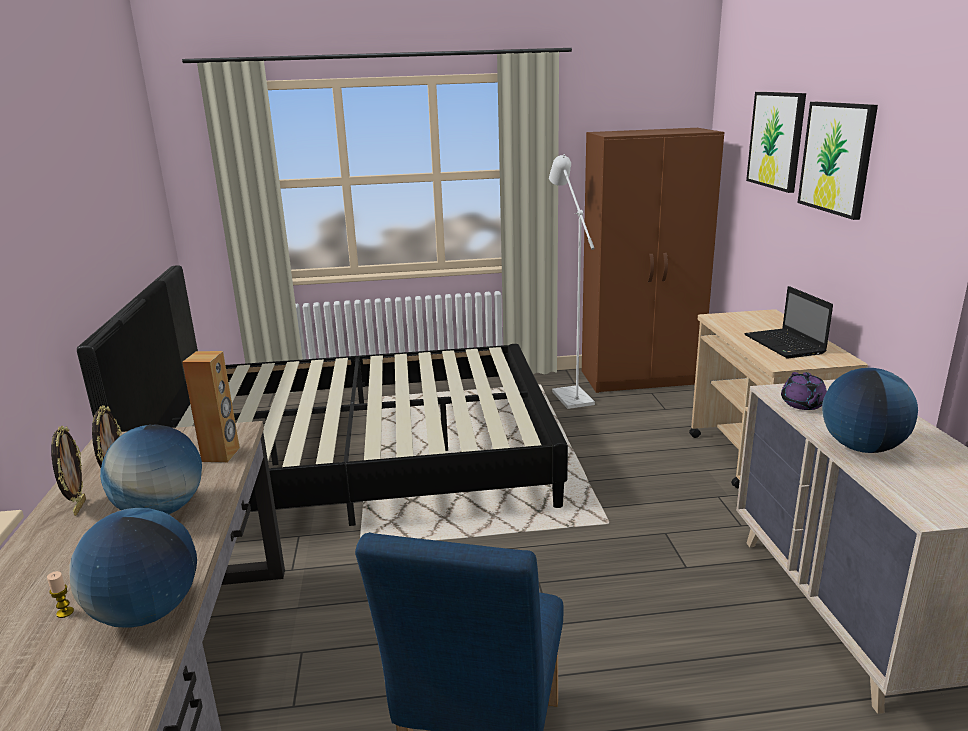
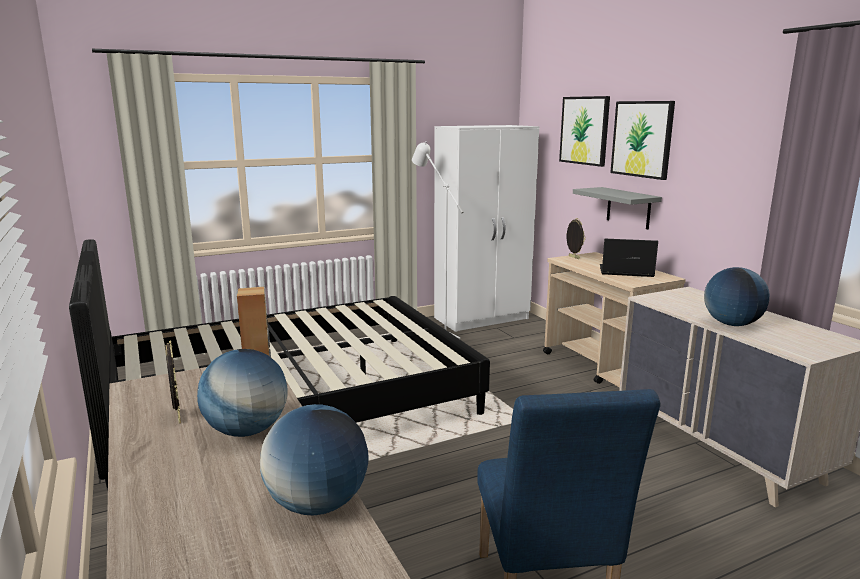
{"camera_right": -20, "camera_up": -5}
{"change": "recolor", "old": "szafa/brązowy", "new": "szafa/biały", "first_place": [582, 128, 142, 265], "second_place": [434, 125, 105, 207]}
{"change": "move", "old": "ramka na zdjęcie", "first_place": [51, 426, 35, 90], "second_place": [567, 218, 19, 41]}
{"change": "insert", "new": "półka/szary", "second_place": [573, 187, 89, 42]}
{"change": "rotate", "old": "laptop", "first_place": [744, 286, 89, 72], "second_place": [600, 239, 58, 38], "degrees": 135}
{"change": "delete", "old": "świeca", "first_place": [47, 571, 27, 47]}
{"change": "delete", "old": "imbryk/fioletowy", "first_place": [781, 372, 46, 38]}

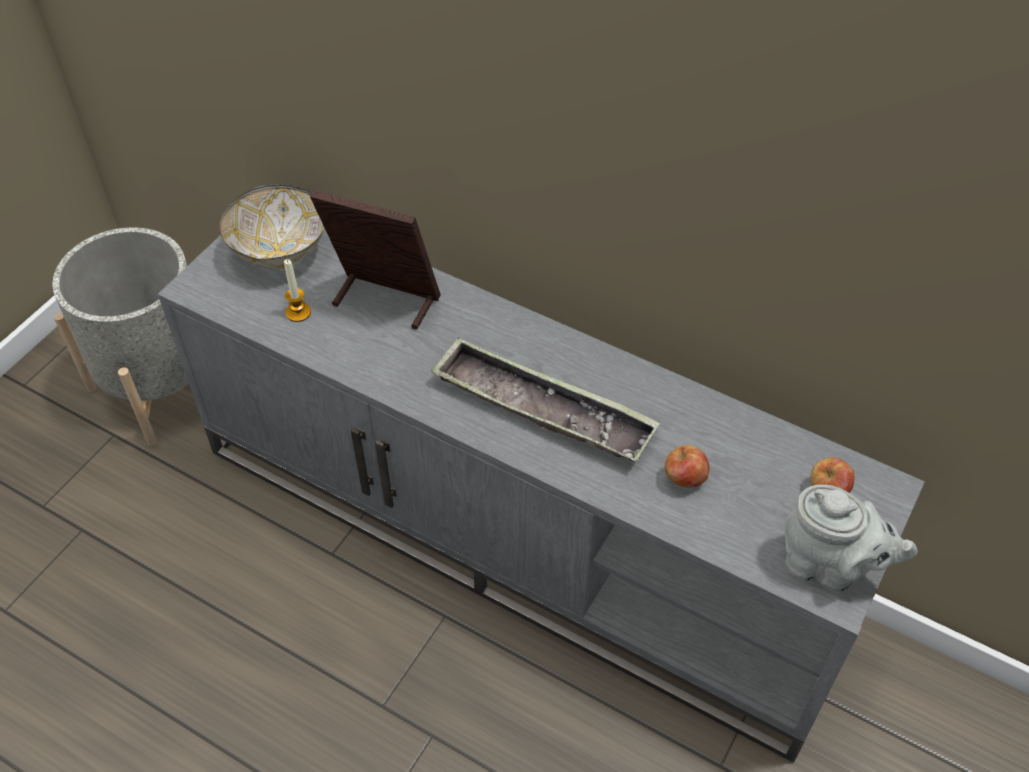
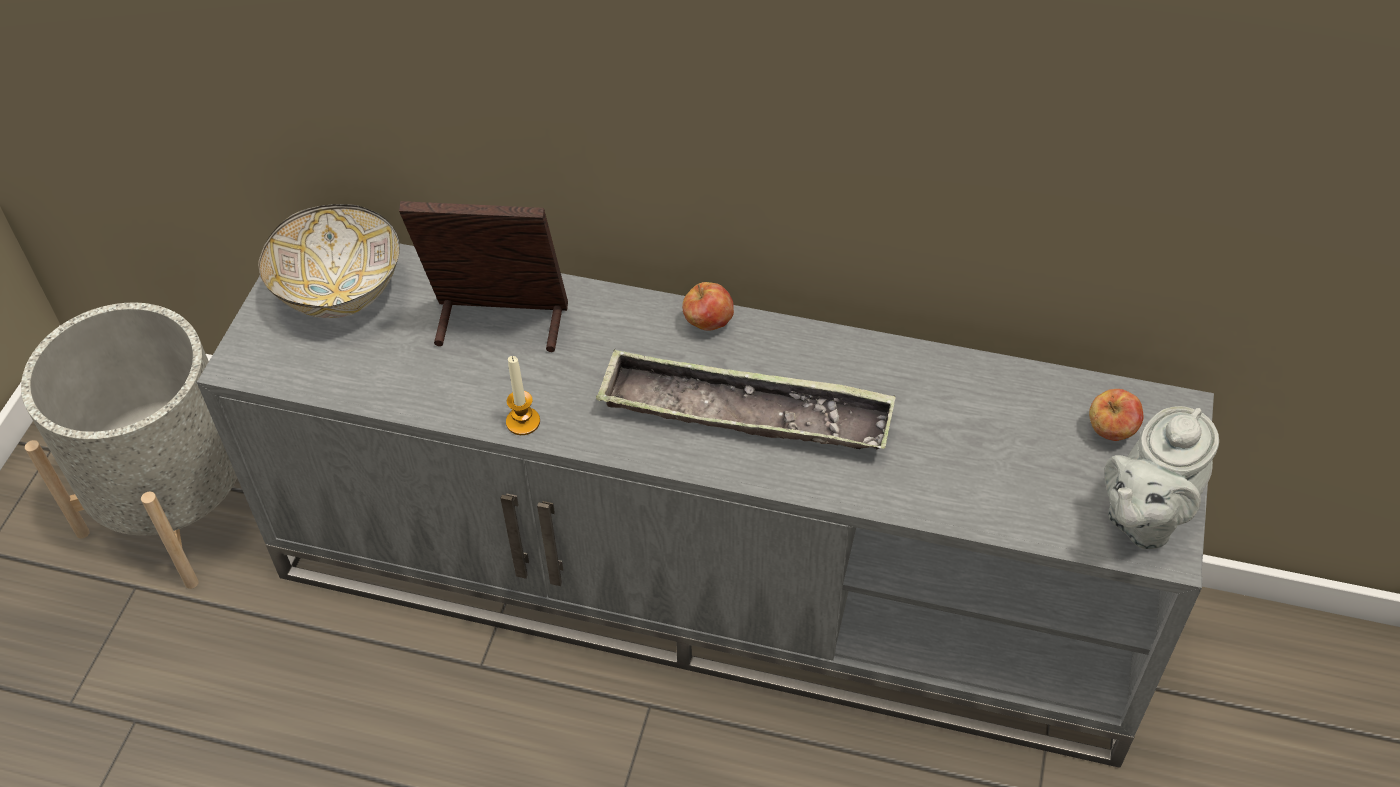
{"camera_right": -15, "camera_up": 0}
{"change": "move", "old": "świeca", "first_place": [284, 259, 27, 63], "second_place": [506, 356, 34, 79]}
{"change": "move", "old": "jabłko", "first_place": [665, 445, 45, 42], "second_place": [682, 282, 52, 49]}
{"change": "rotate", "old": "imbryk/szary", "first_place": [785, 485, 132, 106], "second_place": [1104, 406, 115, 143], "degrees": 120}

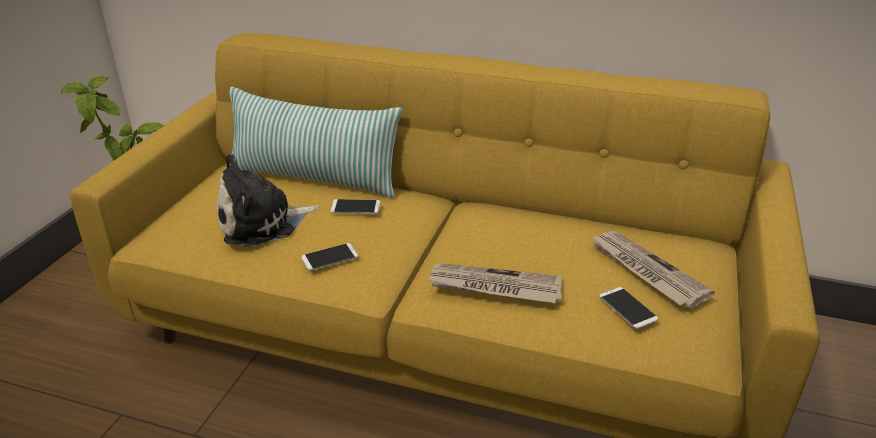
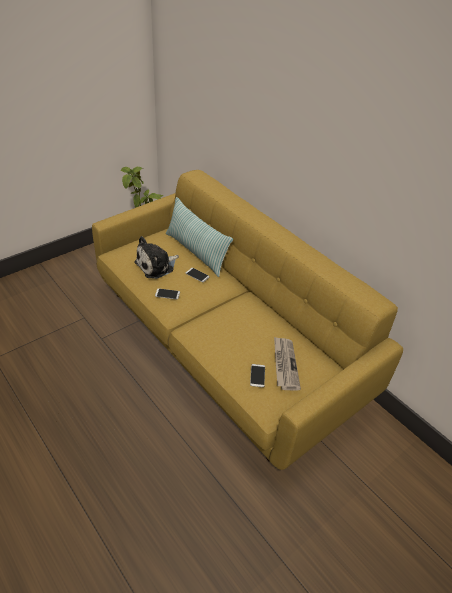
{"camera_right": 30, "camera_up": 10}
{"change": "rotate", "old": "pluszak", "first_place": [217, 154, 102, 93], "second_place": [134, 236, 45, 43], "degrees": -45}
{"change": "delete", "old": "gazeta", "first_place": [428, 263, 134, 40]}

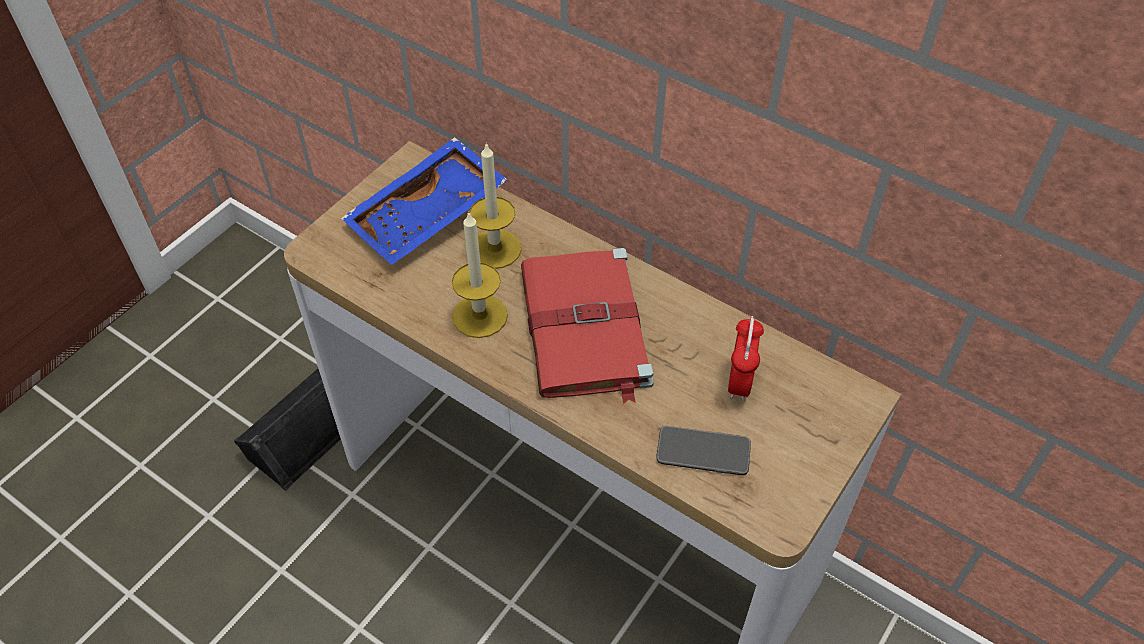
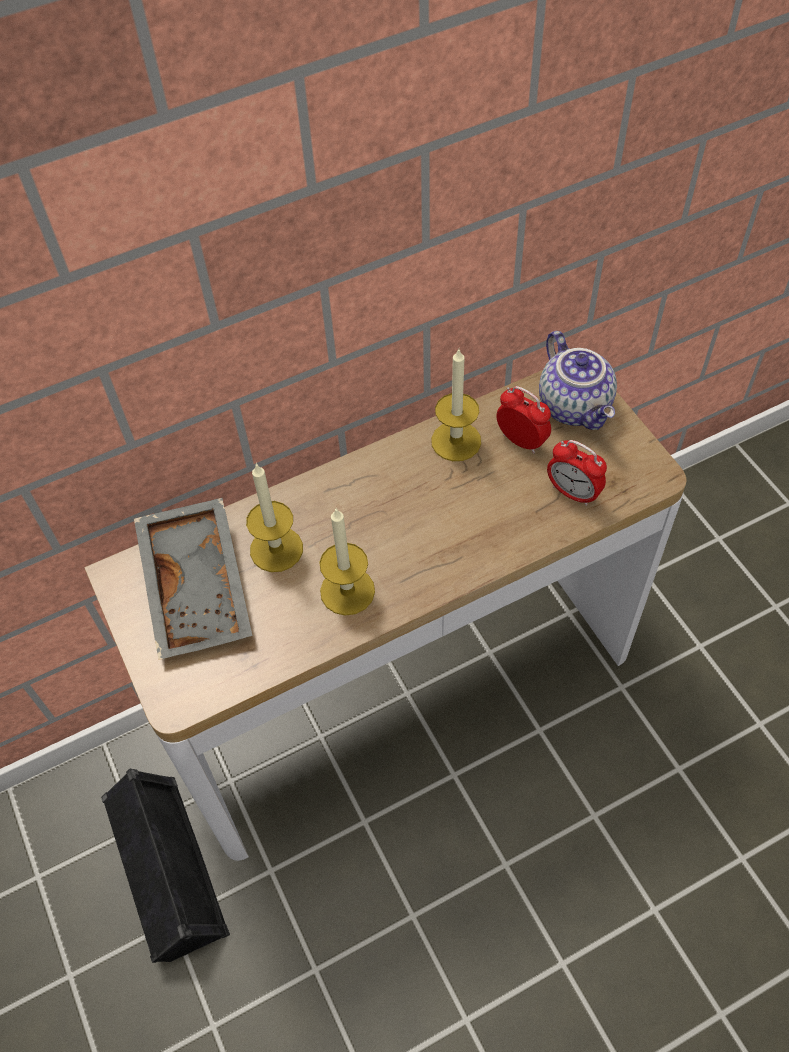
{"camera_right": -60, "camera_up": 5}
{"change": "recolor", "old": "taca/niebieski", "new": "taca/szary", "first_place": [341, 137, 167, 128], "second_place": [134, 498, 118, 162]}
{"change": "insert", "new": "świeca", "second_place": [431, 349, 50, 112]}
{"change": "insert", "new": "imbryk", "second_place": [539, 331, 78, 99]}
{"change": "replace", "old": "telefon", "new": "budzik", "first_place": [656, 426, 95, 49], "second_place": [547, 440, 60, 66]}
{"change": "delete", "old": "książka/czerwony", "first_place": [521, 248, 133, 157]}

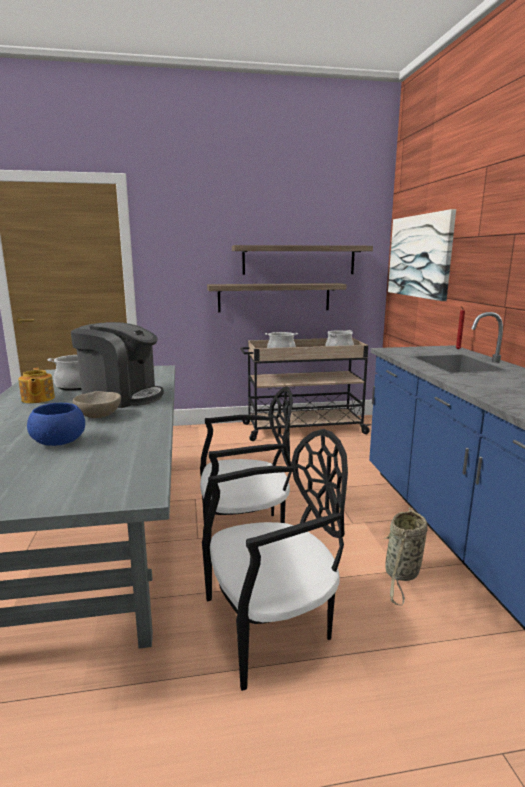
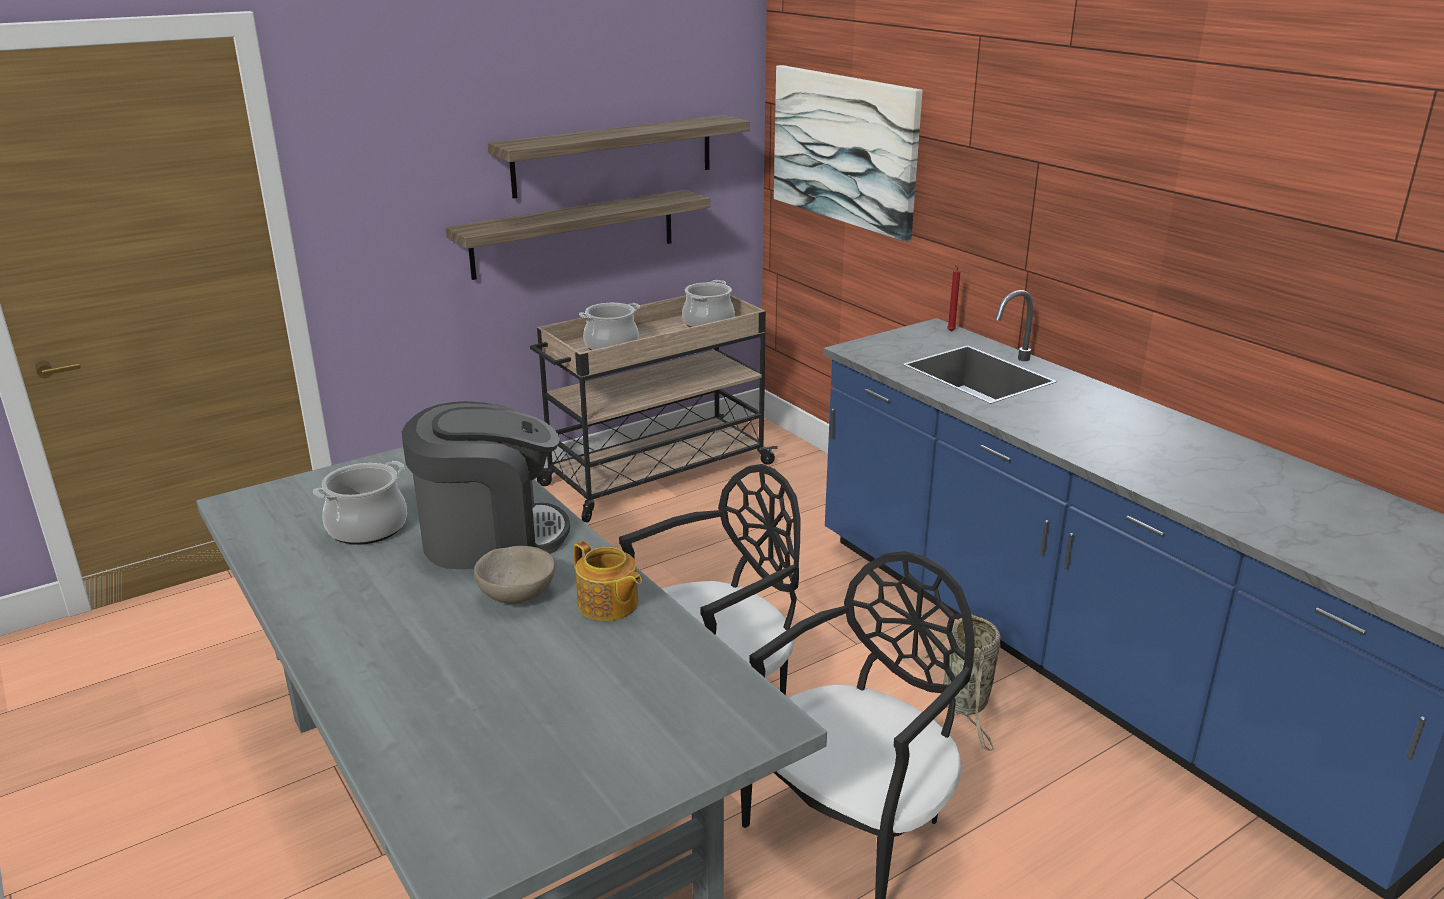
{"camera_right": -25, "camera_up": 10}
{"change": "move", "old": "imbryk", "first_place": [18, 368, 37, 35], "second_place": [573, 541, 69, 80]}
{"change": "delete", "old": "miska/niebieski", "first_place": [27, 403, 58, 43]}

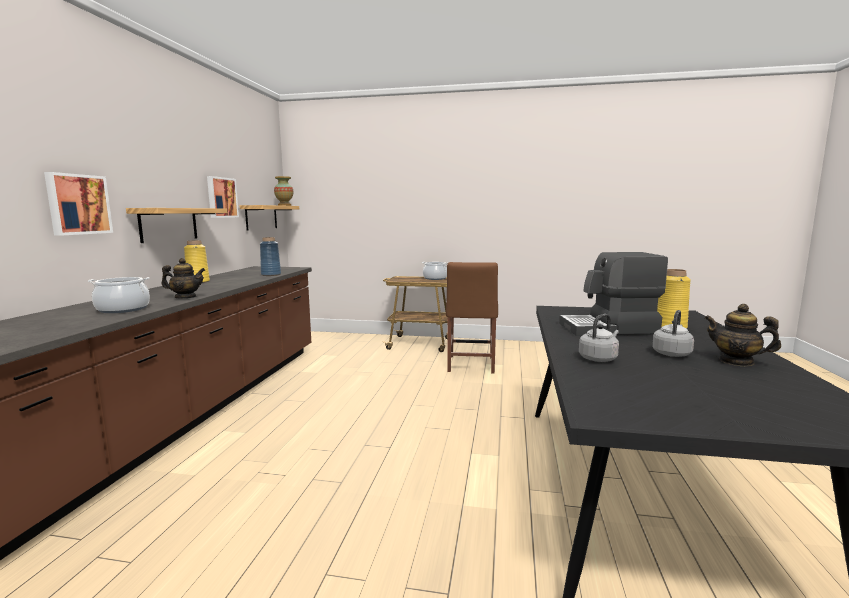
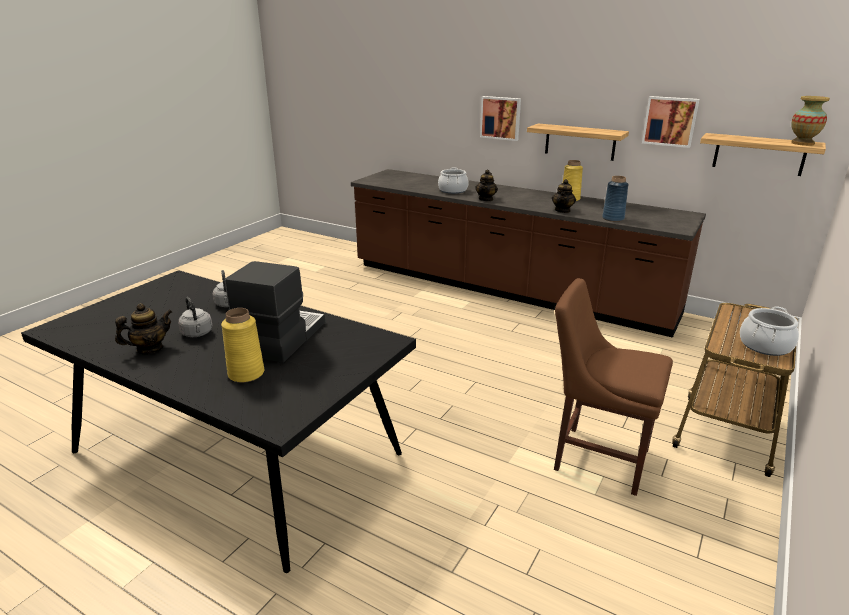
{"camera_right": 110, "camera_up": 15}
{"change": "insert", "new": "imbryk", "second_place": [552, 179, 24, 34]}

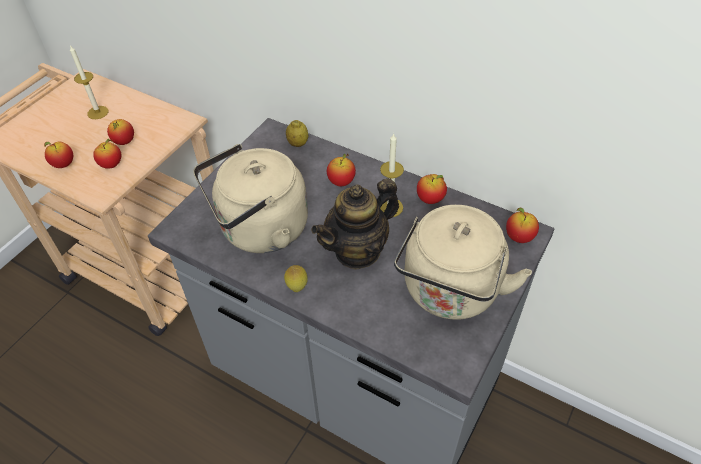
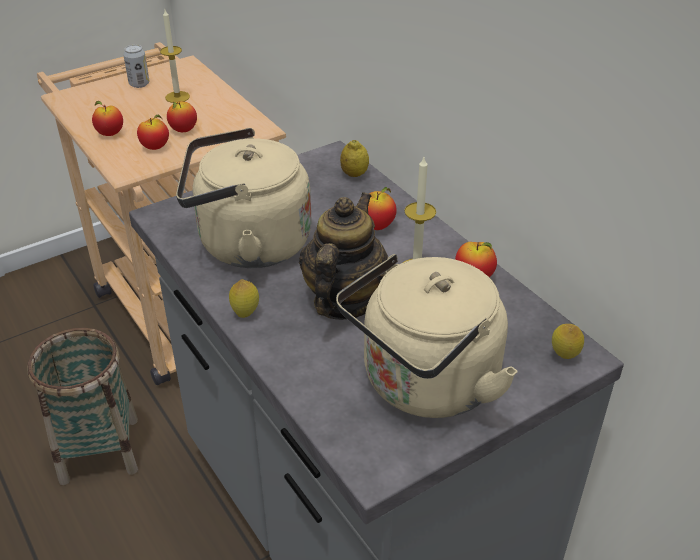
{"camera_right": 25, "camera_up": -10}
{"change": "insert", "new": "koszyk", "second_place": [27, 328, 111, 157]}
{"change": "insert", "new": "puszka", "second_place": [123, 45, 27, 43]}
{"change": "rotate", "old": "imbryk", "first_place": [311, 178, 88, 92], "second_place": [299, 192, 90, 128], "degrees": 120}
{"change": "replace", "old": "jabłko", "new": "cytryna", "first_place": [506, 208, 33, 35], "second_place": [552, 324, 32, 35]}

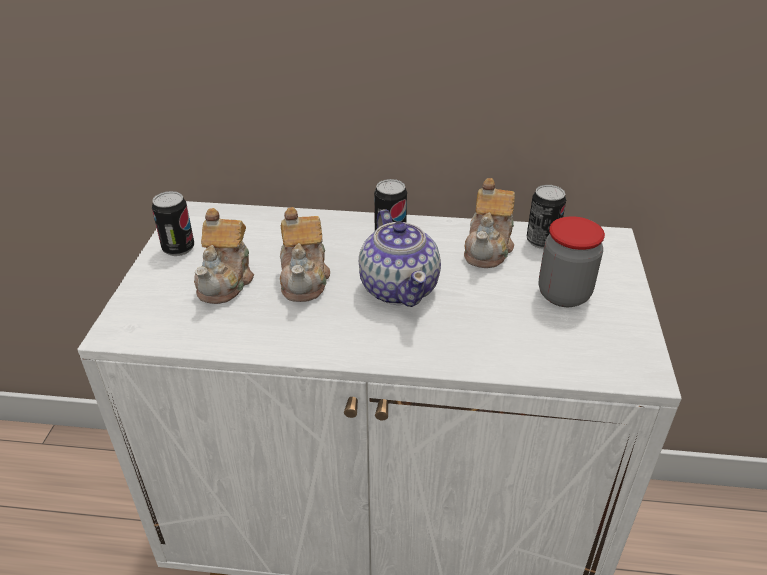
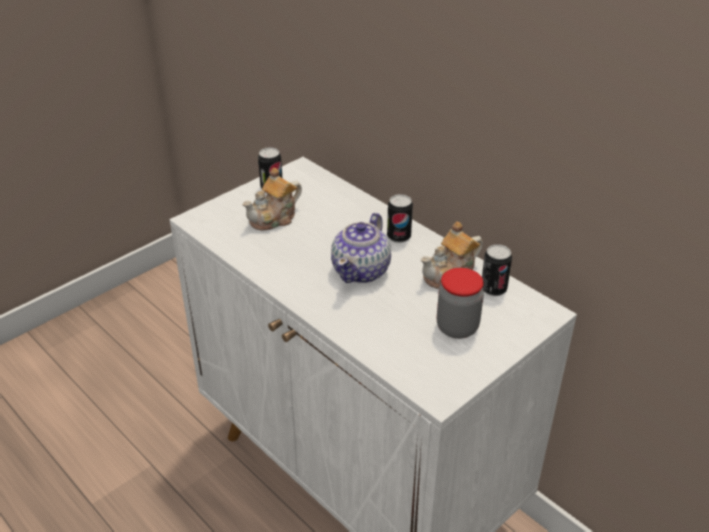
{"camera_right": 40, "camera_up": 0}
{"change": "delete", "old": "imbryk", "first_place": [280, 207, 50, 95]}

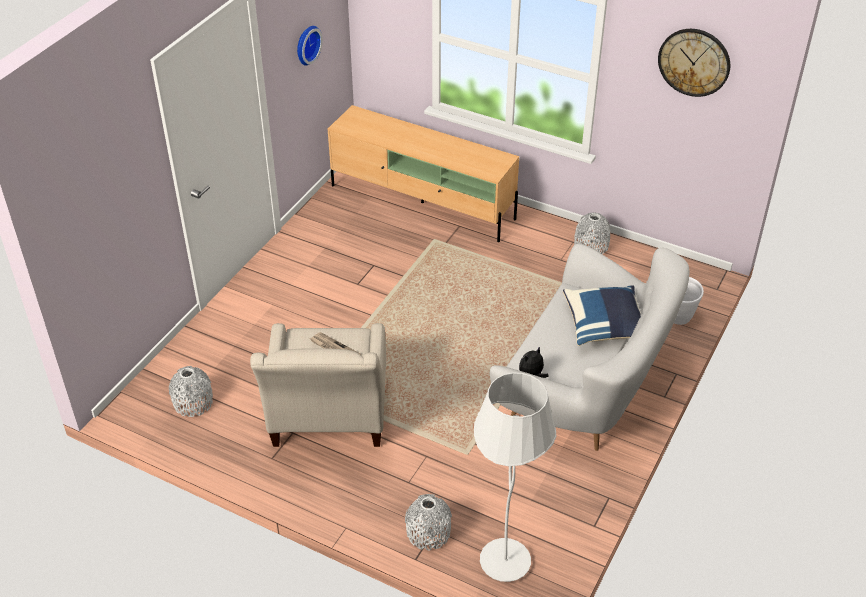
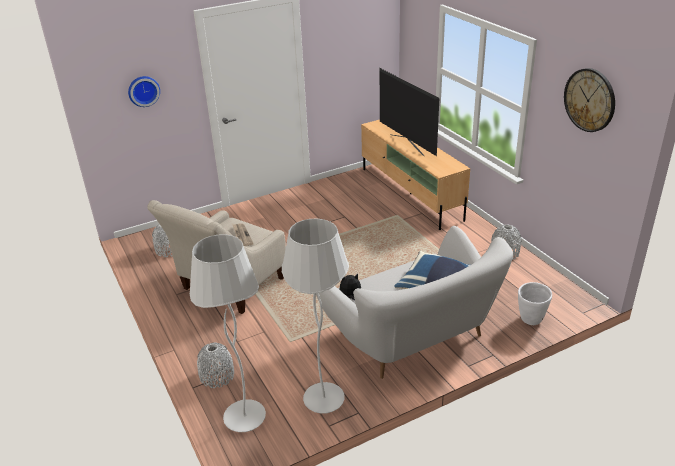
{"camera_right": 35, "camera_up": -10}
{"change": "move", "old": "zegar ścienny", "first_place": [297, 26, 26, 39], "second_place": [128, 76, 32, 31]}
{"change": "insert", "new": "lampa stojąca/biały", "second_place": [282, 219, 67, 195]}
{"change": "insert", "new": "telewizor", "second_place": [380, 68, 59, 89]}

